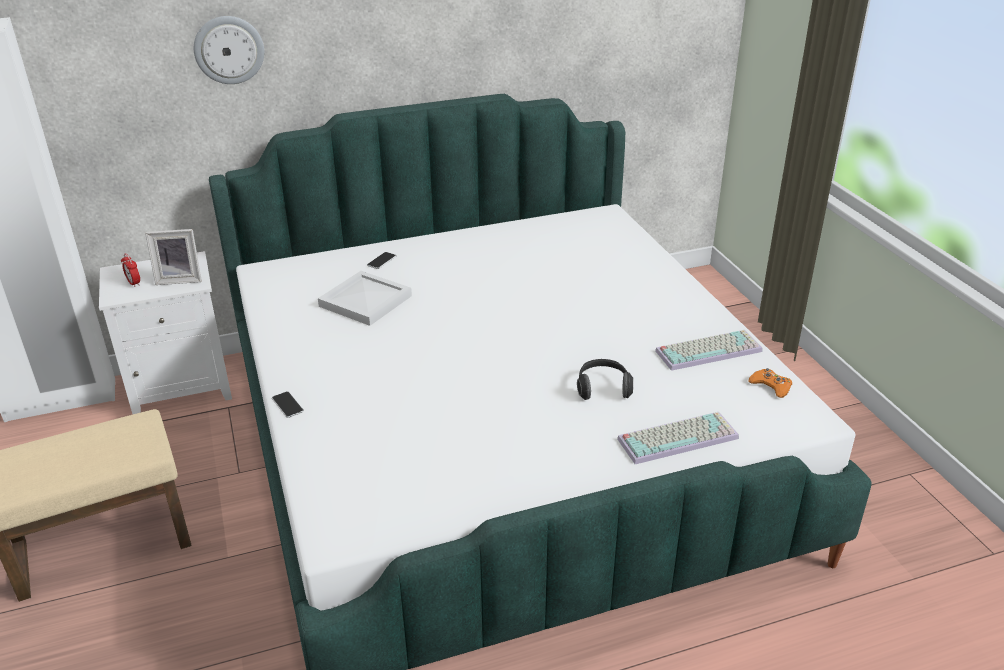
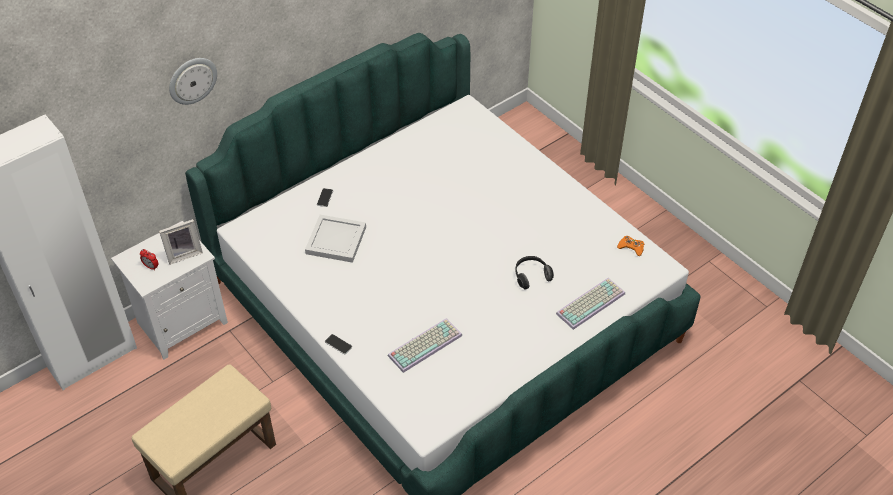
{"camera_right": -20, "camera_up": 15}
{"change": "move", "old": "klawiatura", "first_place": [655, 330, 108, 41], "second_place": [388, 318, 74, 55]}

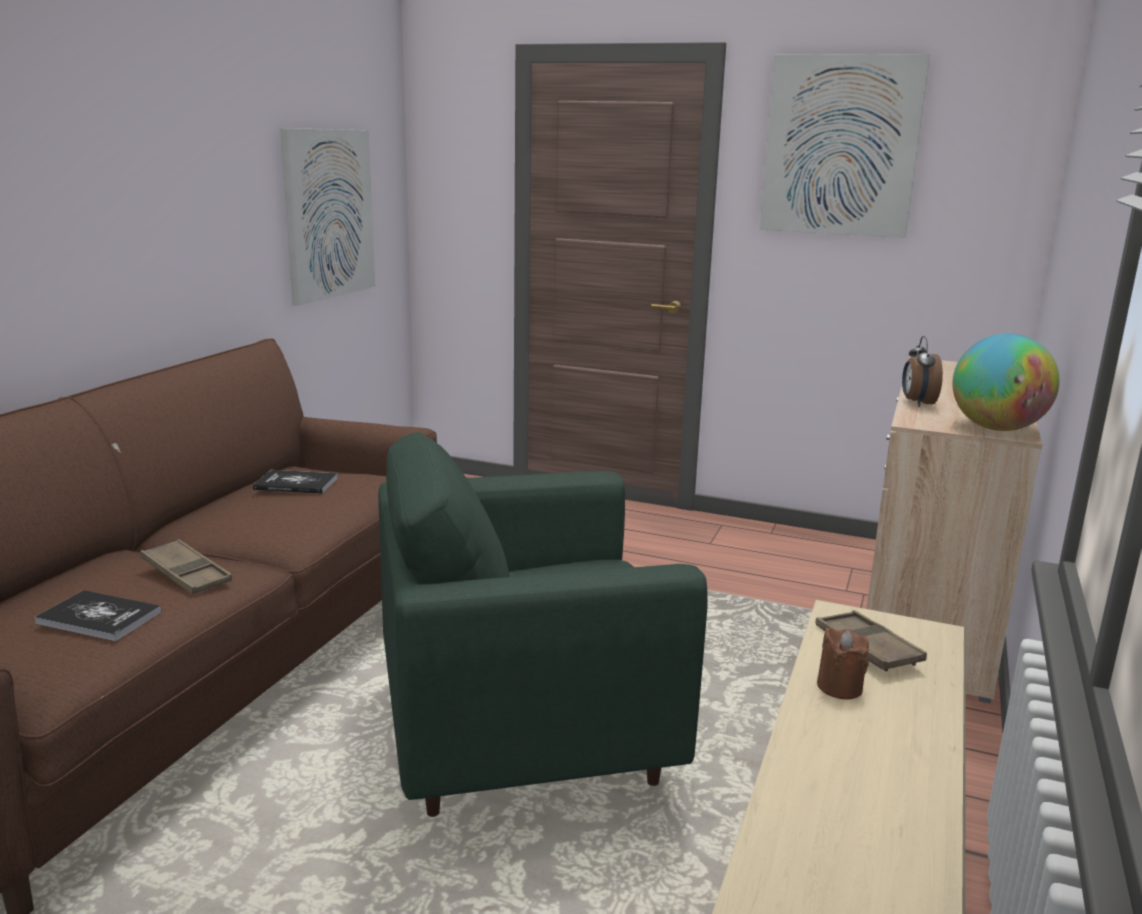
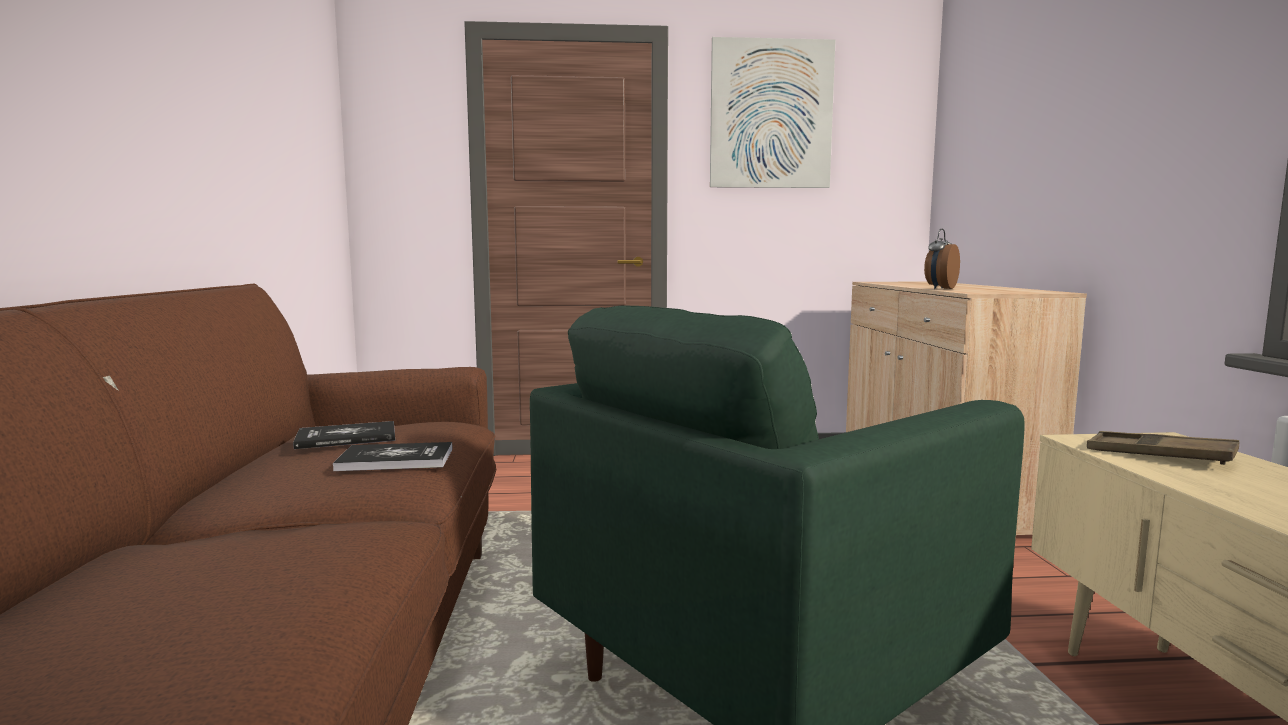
{"camera_right": -25, "camera_up": -10}
{"change": "move", "old": "książka", "first_place": [34, 590, 127, 51], "second_place": [333, 442, 119, 29]}
{"change": "rotate", "old": "budzik", "first_place": [902, 336, 41, 71], "second_place": [924, 229, 36, 60], "degrees": 60}
{"change": "delete", "old": "taca/brązowy", "first_place": [140, 539, 92, 55]}
{"change": "delete", "old": "obraz", "first_place": [280, 128, 95, 178]}
{"change": "delete", "old": "świeca/brązowy", "first_place": [817, 627, 52, 73]}
{"change": "delete", "old": "globus", "first_place": [952, 333, 108, 98]}

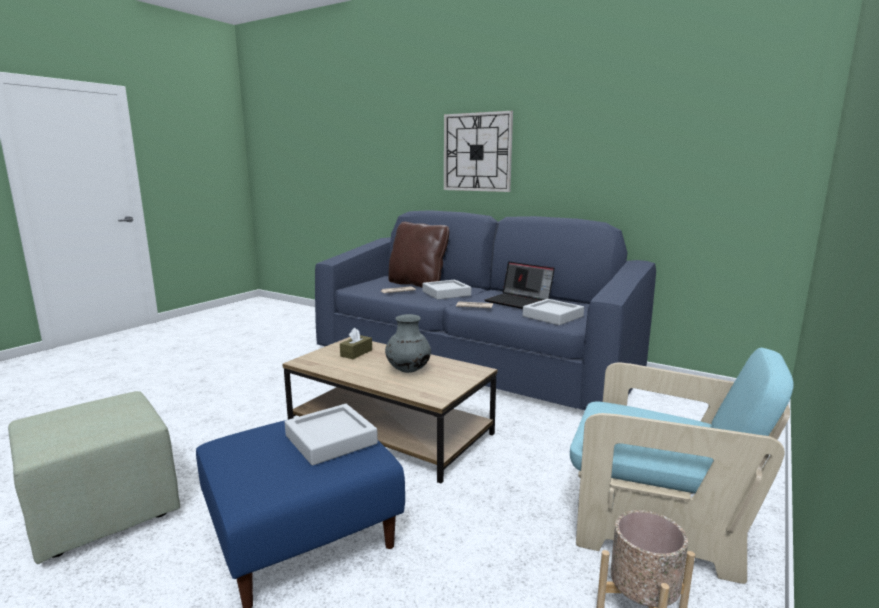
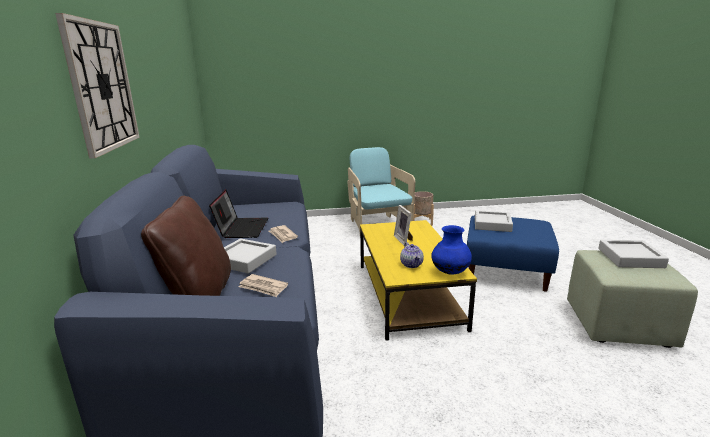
{"camera_right": -130, "camera_up": 5}
{"change": "recolor", "old": "ława/brązowy", "new": "ława/żółty", "first_place": [282, 337, 215, 146], "second_place": [360, 220, 117, 121]}
{"change": "replace", "old": "wazon/szary", "new": "ramka na zdjęcie", "first_place": [385, 314, 46, 59], "second_place": [394, 205, 19, 41]}
{"change": "replace", "old": "pudełko chusteczek/brązowy", "new": "imbryk", "first_place": [340, 328, 32, 31], "second_place": [400, 242, 24, 26]}
{"change": "insert", "new": "wazon/niebieski", "second_place": [431, 225, 41, 50]}
{"change": "move", "old": "taca/szary", "first_place": [523, 299, 61, 26], "second_place": [598, 240, 71, 28]}

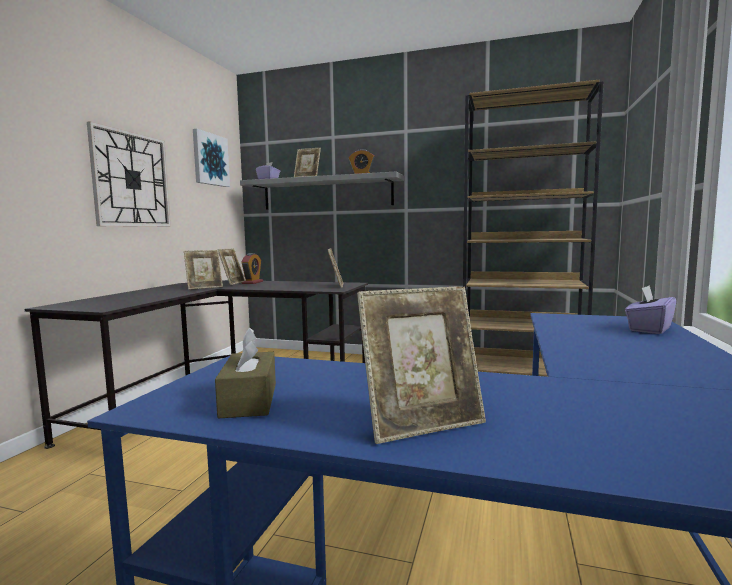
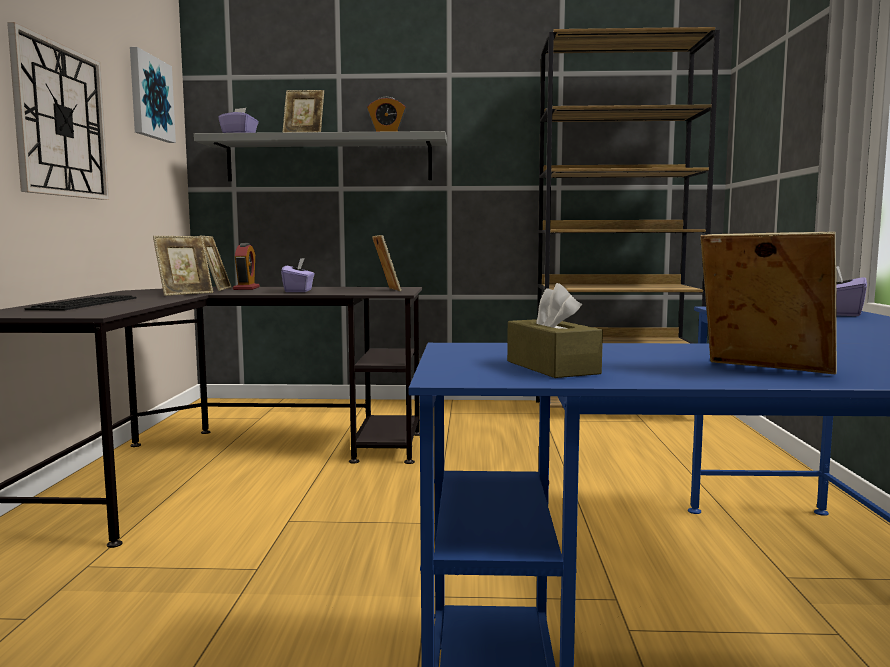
{"camera_right": -15, "camera_up": 0}
{"change": "insert", "new": "klawiatura", "second_place": [25, 296, 111, 14]}
{"change": "insert", "new": "pudełko chusteczek/fioletowy", "second_place": [281, 258, 33, 34]}
{"change": "rotate", "old": "ramka na zdjęcie", "first_place": [357, 286, 129, 158], "second_place": [700, 232, 137, 142], "degrees": -105}

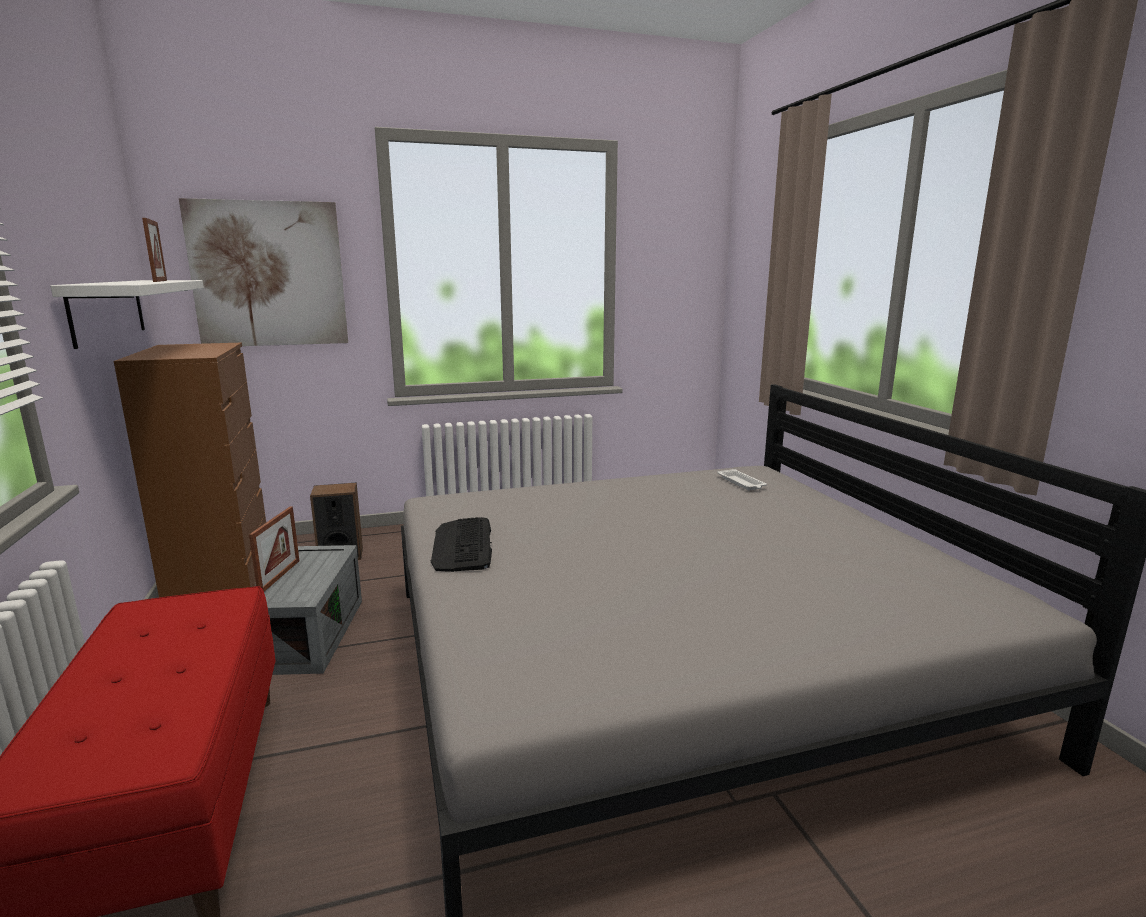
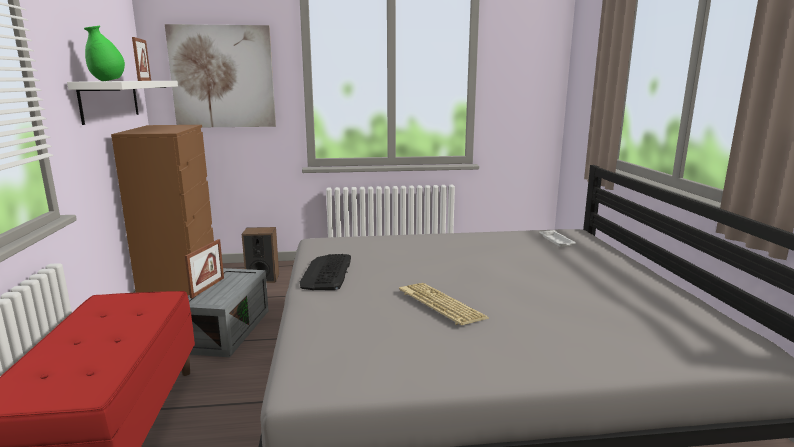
{"camera_right": 10, "camera_up": 0}
{"change": "insert", "new": "wazon/zielony", "second_place": [84, 25, 41, 56]}
{"change": "insert", "new": "klawiatura", "second_place": [399, 283, 90, 42]}

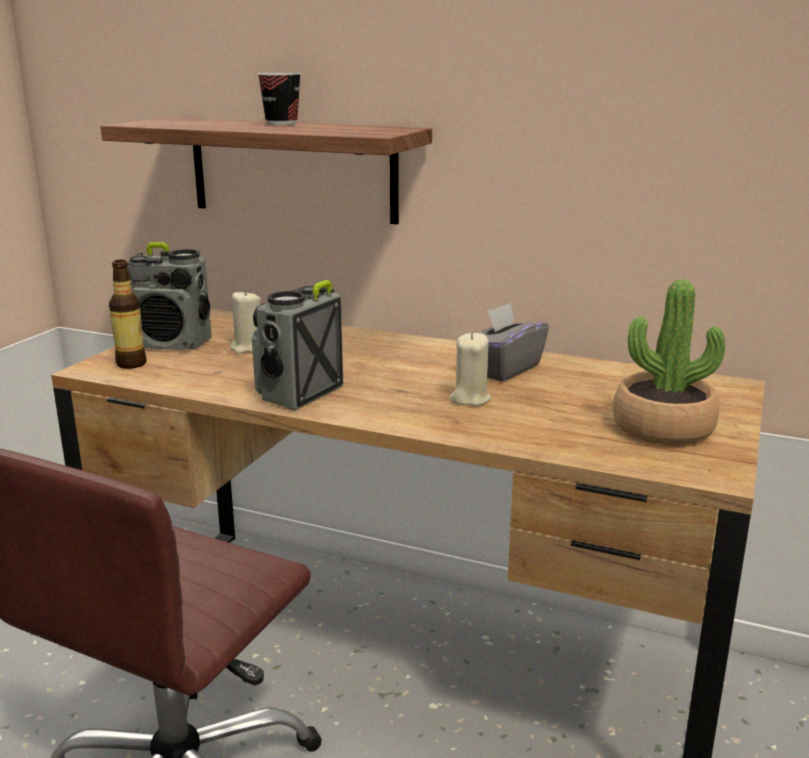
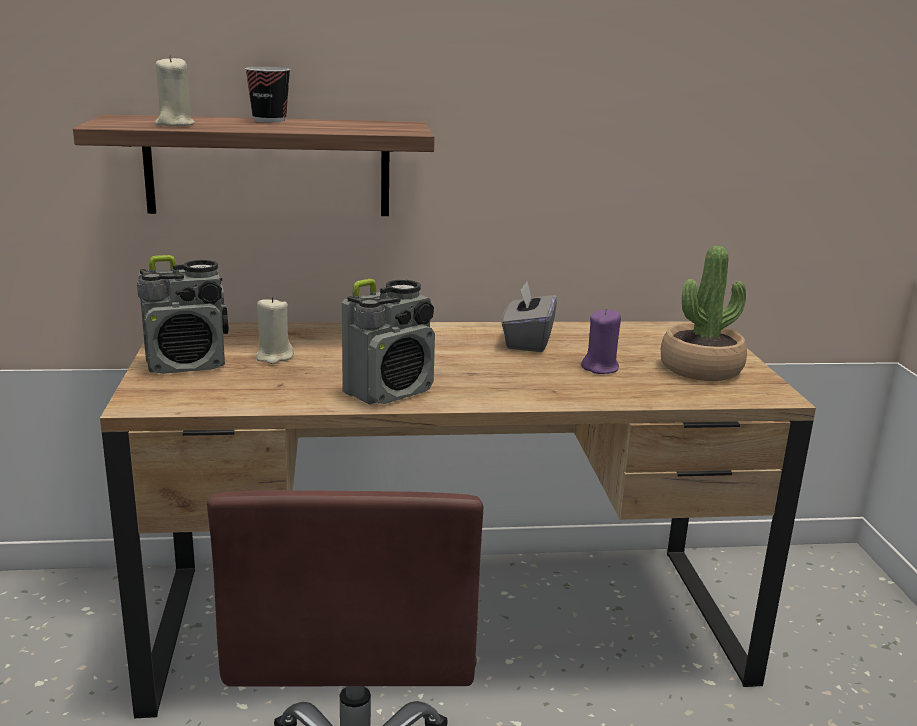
{"camera_right": -30, "camera_up": 0}
{"change": "move", "old": "świeca/beżowy", "first_place": [450, 333, 41, 73], "second_place": [155, 55, 40, 71]}
{"change": "rotate", "old": "radio", "first_place": [252, 280, 91, 130], "second_place": [342, 279, 93, 126], "degrees": -135}
{"change": "insert", "new": "świeca/fioletowy", "second_place": [581, 309, 40, 65]}
{"change": "delete", "old": "butelka", "first_place": [109, 260, 38, 109]}

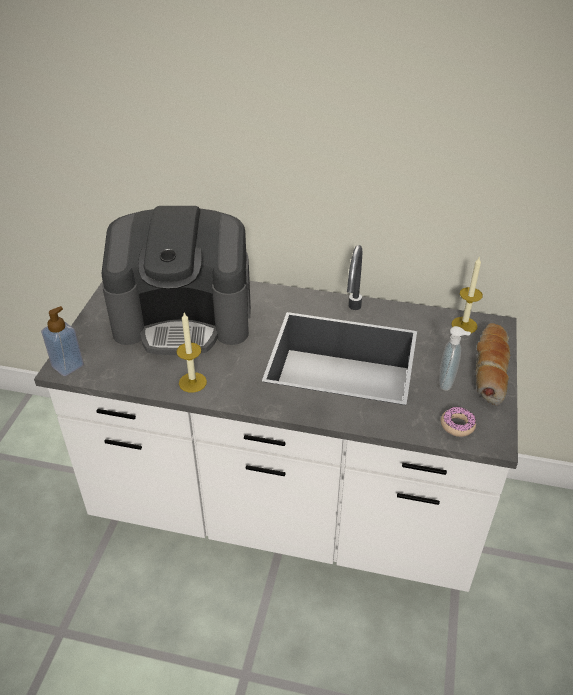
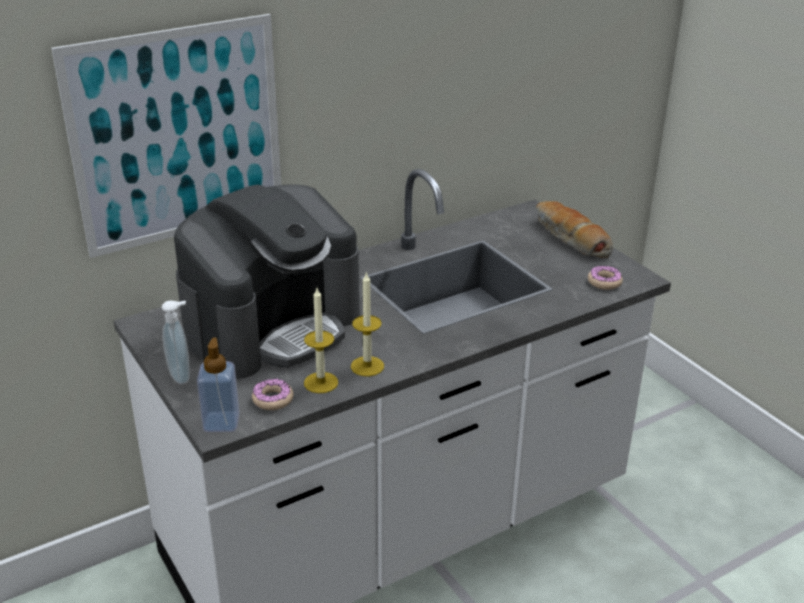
{"camera_right": -45, "camera_up": -10}
{"change": "insert", "new": "obraz", "second_place": [51, 14, 230, 244]}
{"change": "move", "old": "dozownik mydła", "first_place": [439, 326, 32, 65], "second_place": [162, 301, 28, 83]}
{"change": "insert", "new": "donut", "second_place": [252, 379, 42, 31]}
{"change": "move", "old": "świeca", "first_place": [451, 256, 32, 77], "second_place": [304, 288, 34, 105]}

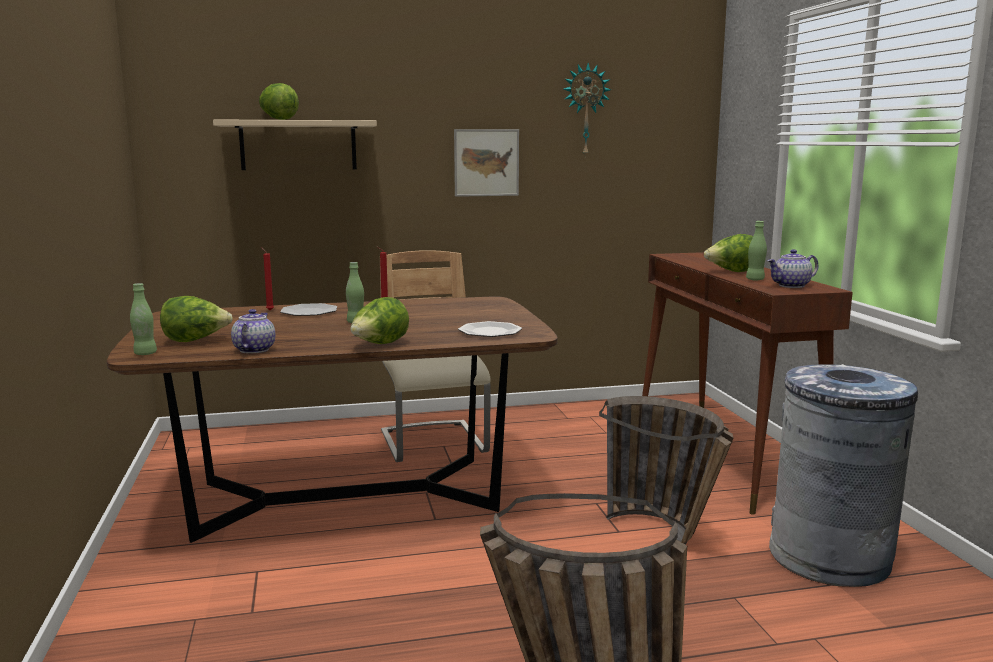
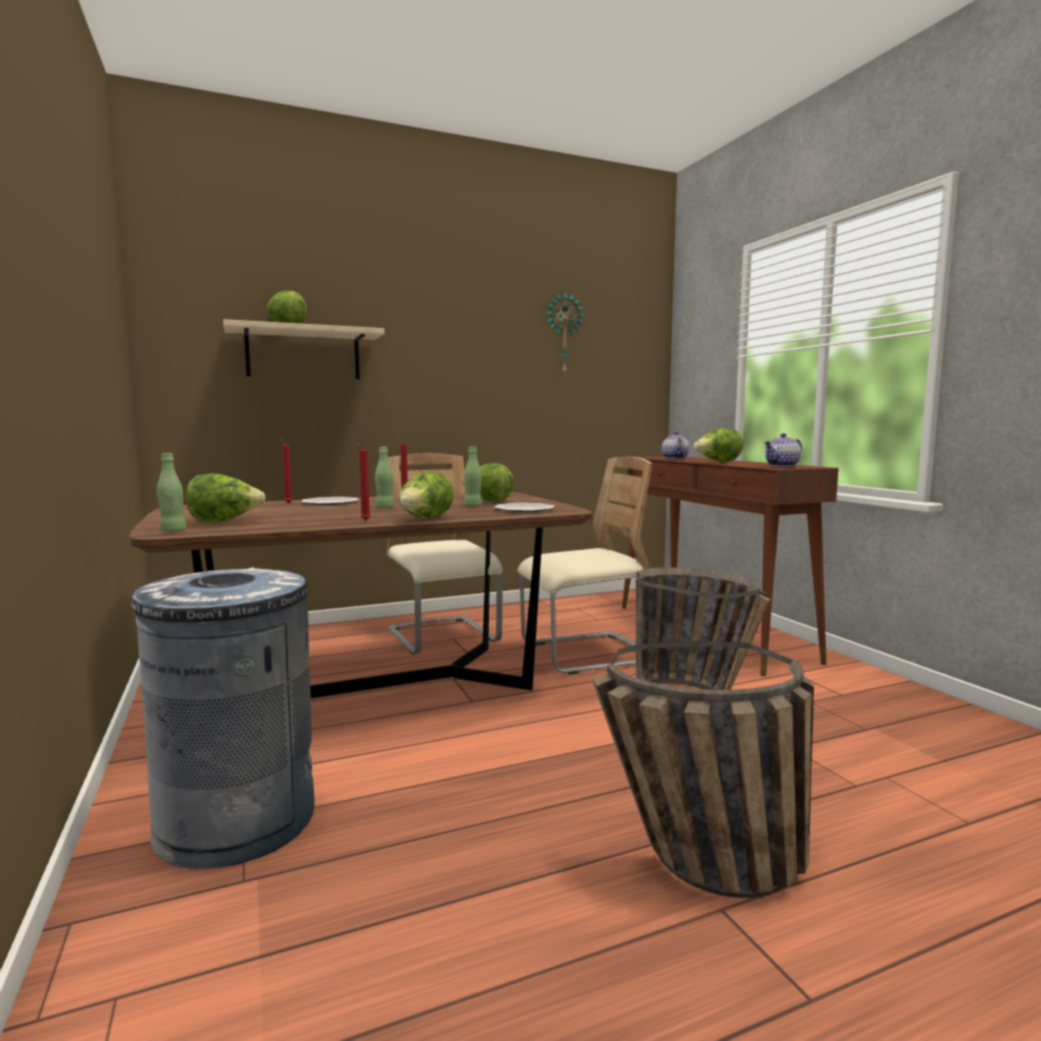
{"camera_right": -10, "camera_up": -5}
{"change": "move", "old": "kosz na śmieci/szary", "first_place": [769, 364, 149, 223], "second_place": [131, 567, 184, 302]}
{"change": "insert", "new": "świeca/czerwony", "second_place": [355, 442, 15, 78]}
{"change": "insert", "new": "sałata", "second_place": [462, 463, 52, 39]}
{"change": "move", "old": "butelka/zielony", "first_place": [746, 221, 21, 59], "second_place": [464, 446, 18, 61]}
{"change": "insert", "new": "krzesło/beżowy", "second_place": [517, 457, 135, 218]}
{"change": "move", "old": "imbryk", "first_place": [231, 309, 44, 44], "second_place": [662, 432, 27, 27]}
{"change": "delete", "old": "obraz", "first_place": [454, 129, 65, 68]}

